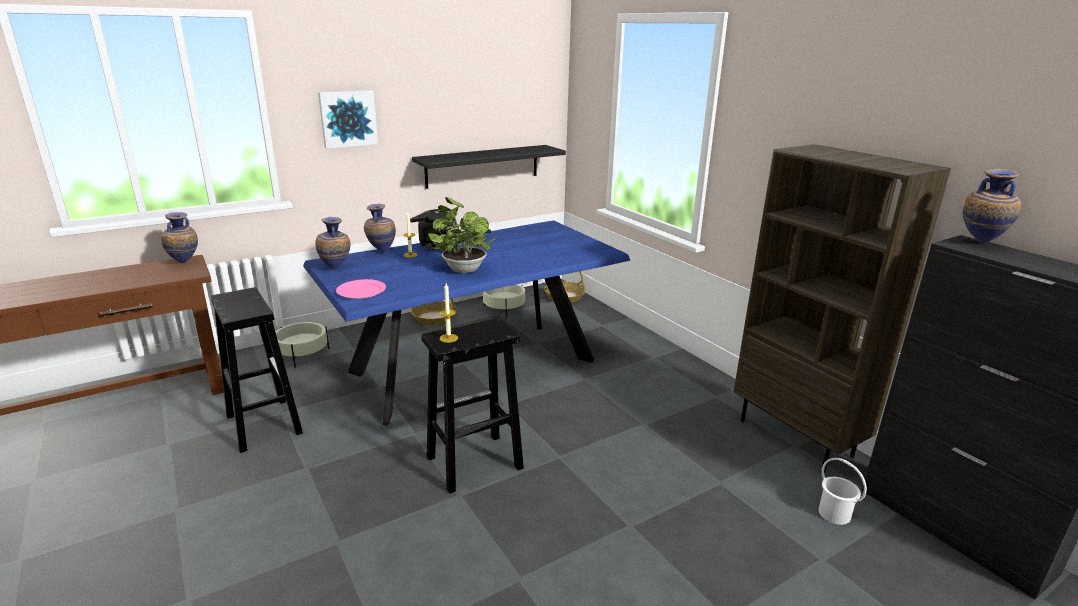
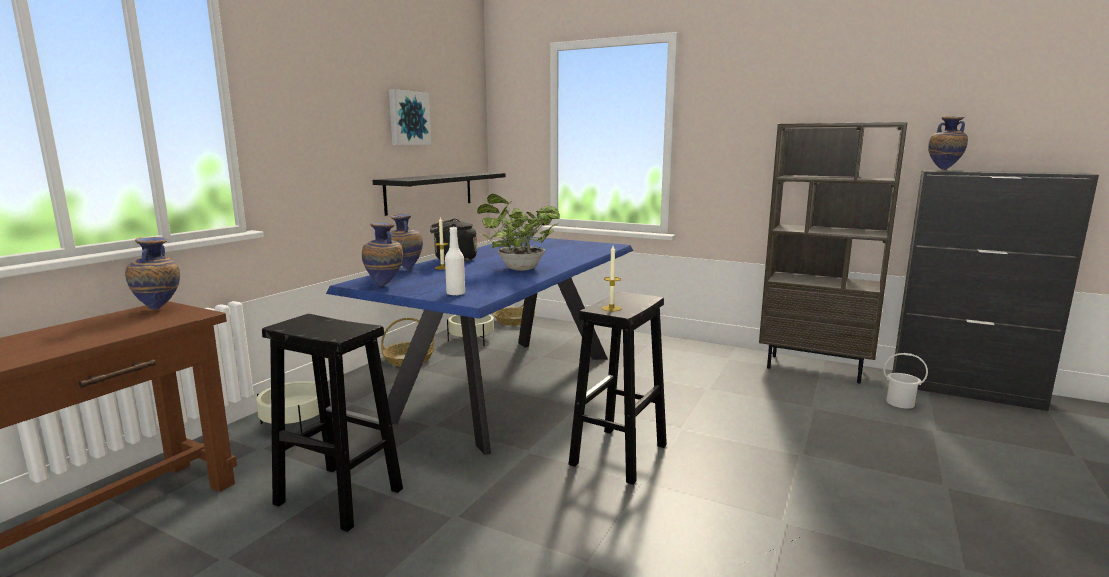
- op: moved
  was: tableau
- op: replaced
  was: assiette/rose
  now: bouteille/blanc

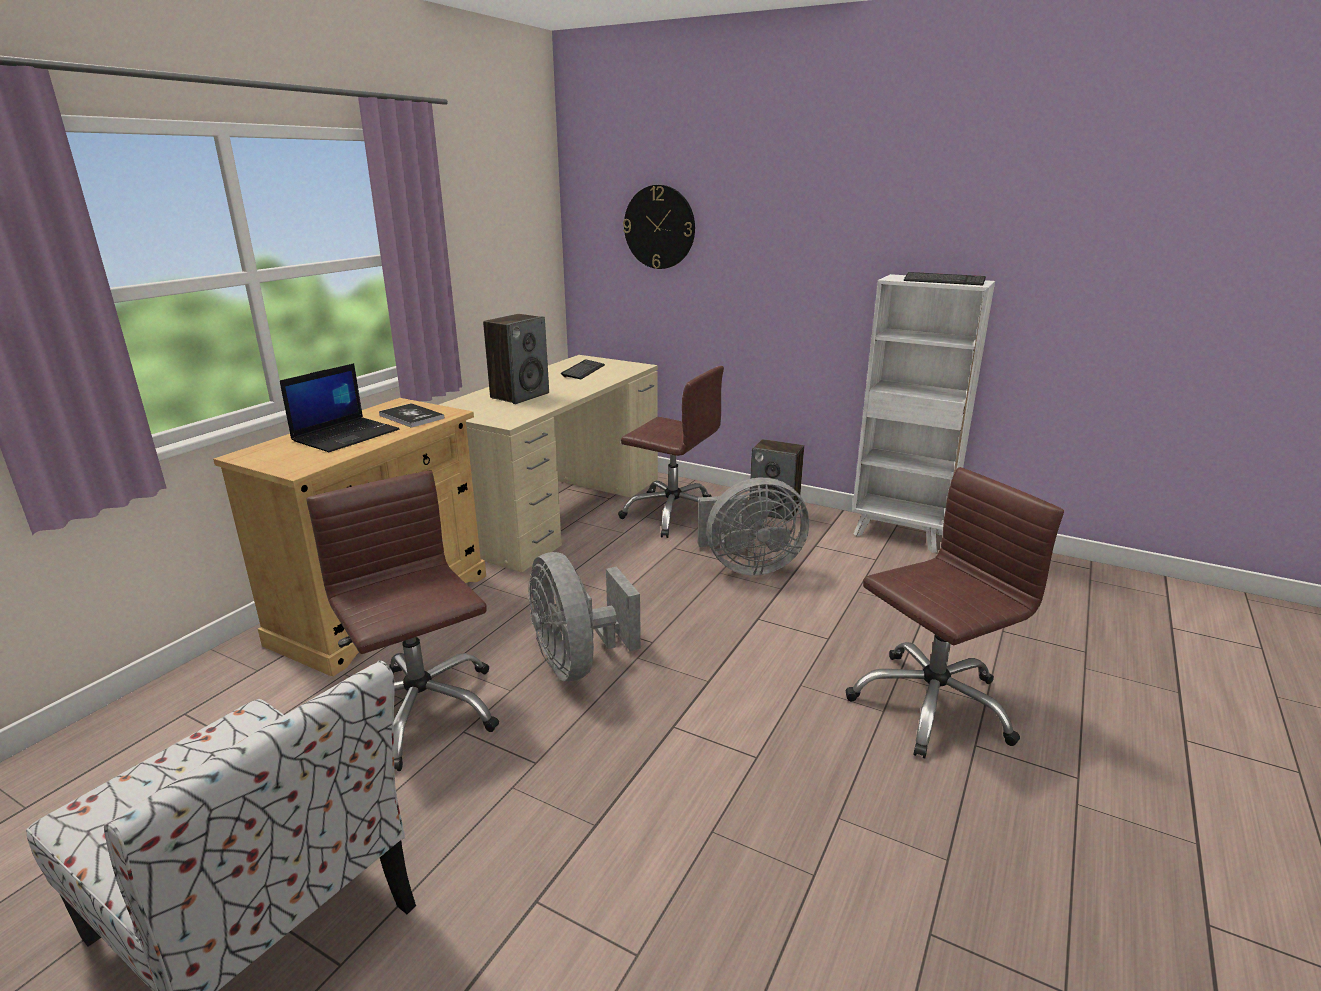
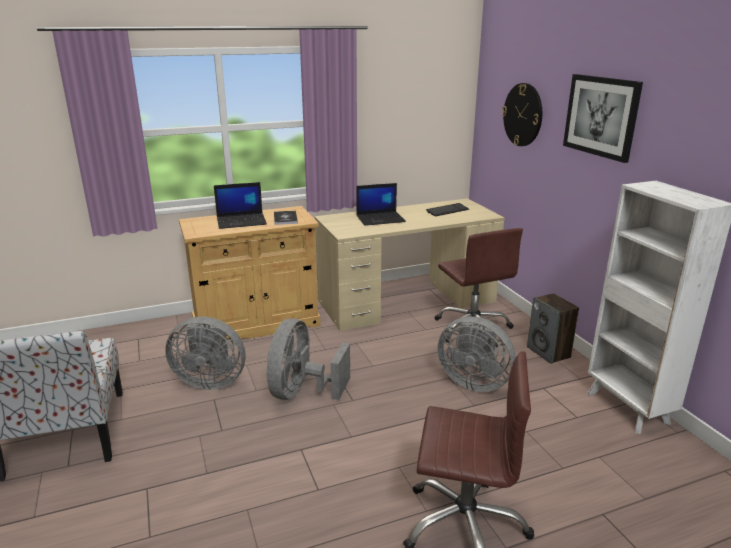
- op: removed
  was: clavier (2nd from left)
- op: replaced
  was: enceinte (1st from left)
  now: ordinateur portable (2nd from left)
- op: replaced
  was: chaise de bureau/marron (1st from left)
  now: ventilateur/gris (1st from left)
- op: added
  now: tableau

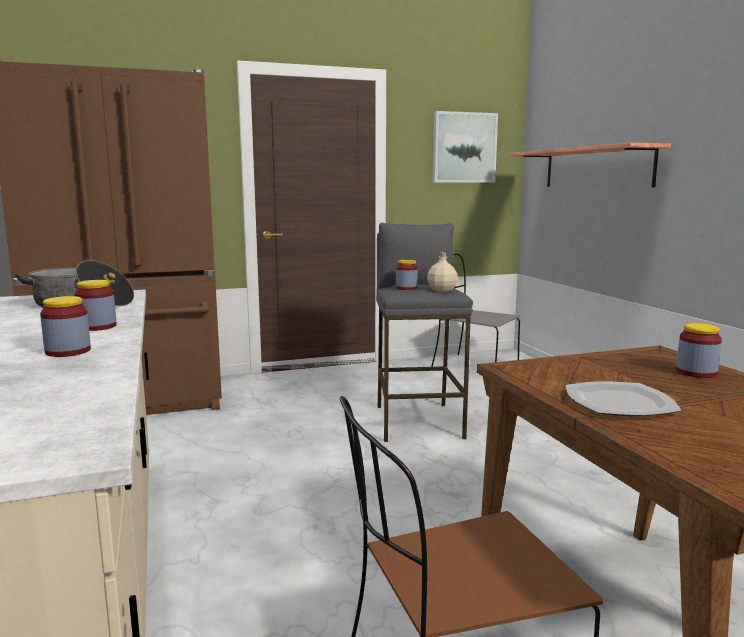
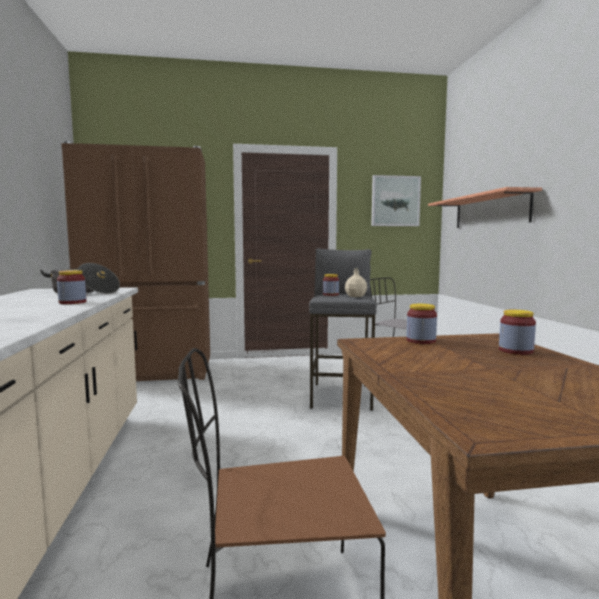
- op: moved
  was: bocal (1st from left in the first image)
  now: bocal (3rd from left)
- op: removed
  was: assiette

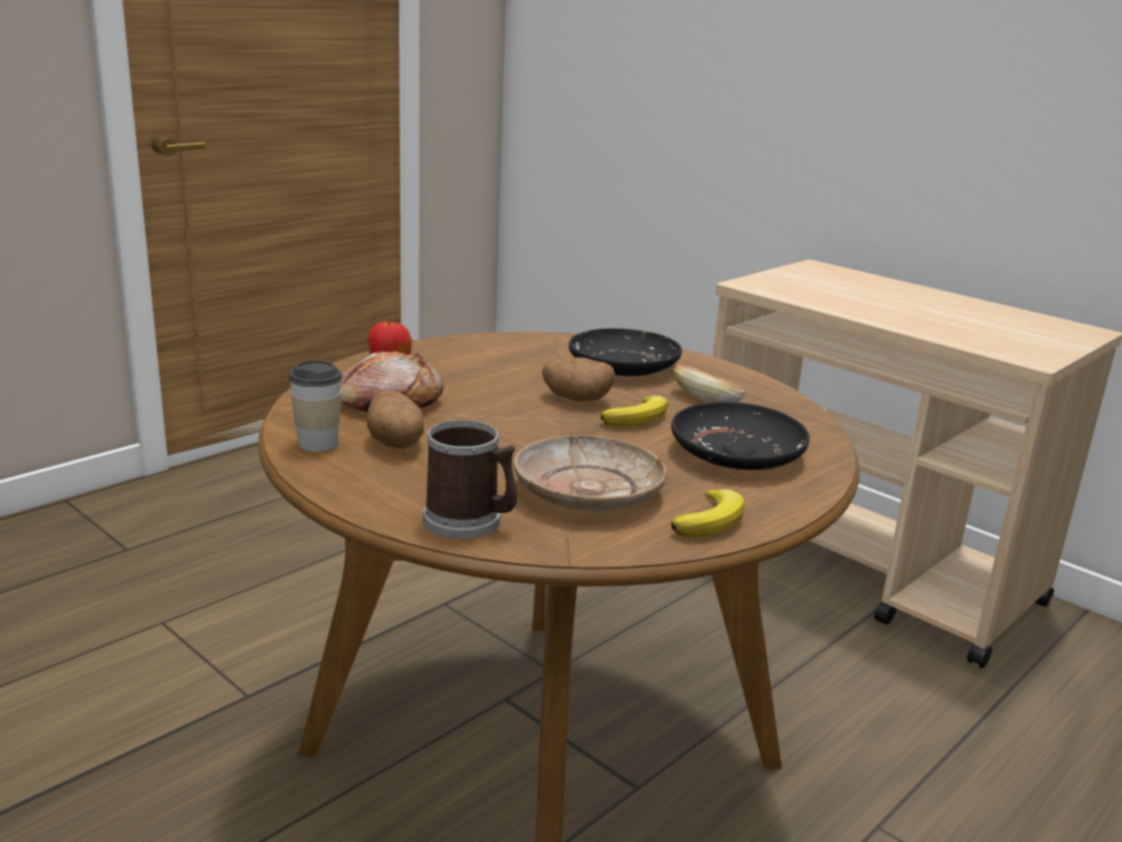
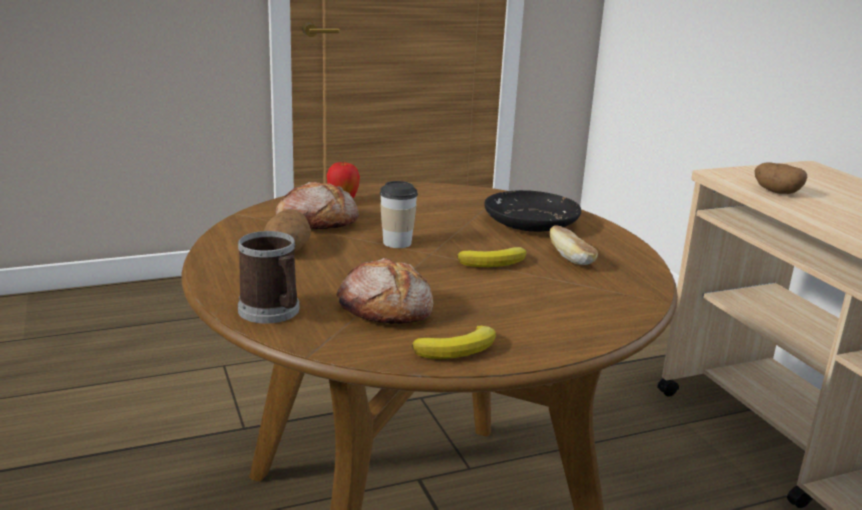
- op: moved
  was: pomme de terre (2nd from left)
- op: moved
  was: tasse
- op: removed
  was: assiette/noir (2nd from left)
- op: replaced
  was: assiette/beige
  now: pain (2nd from left)

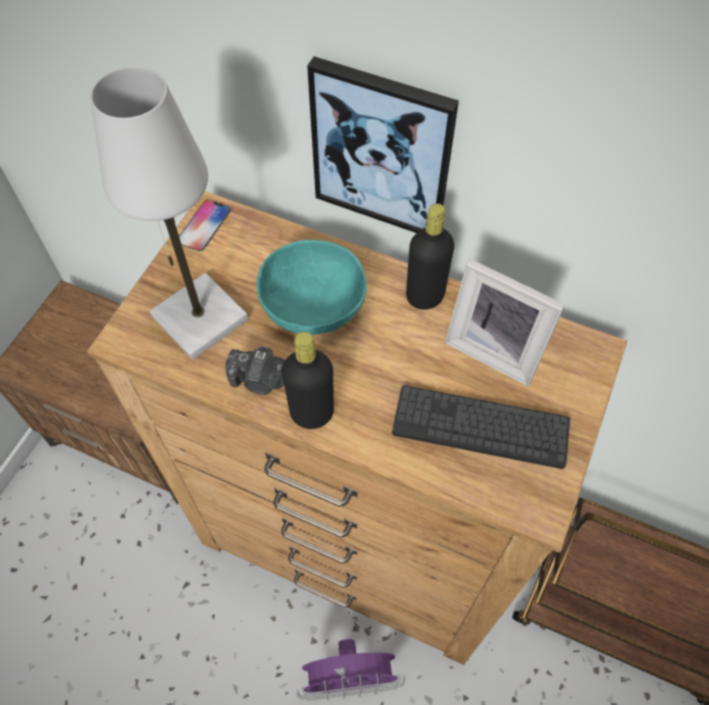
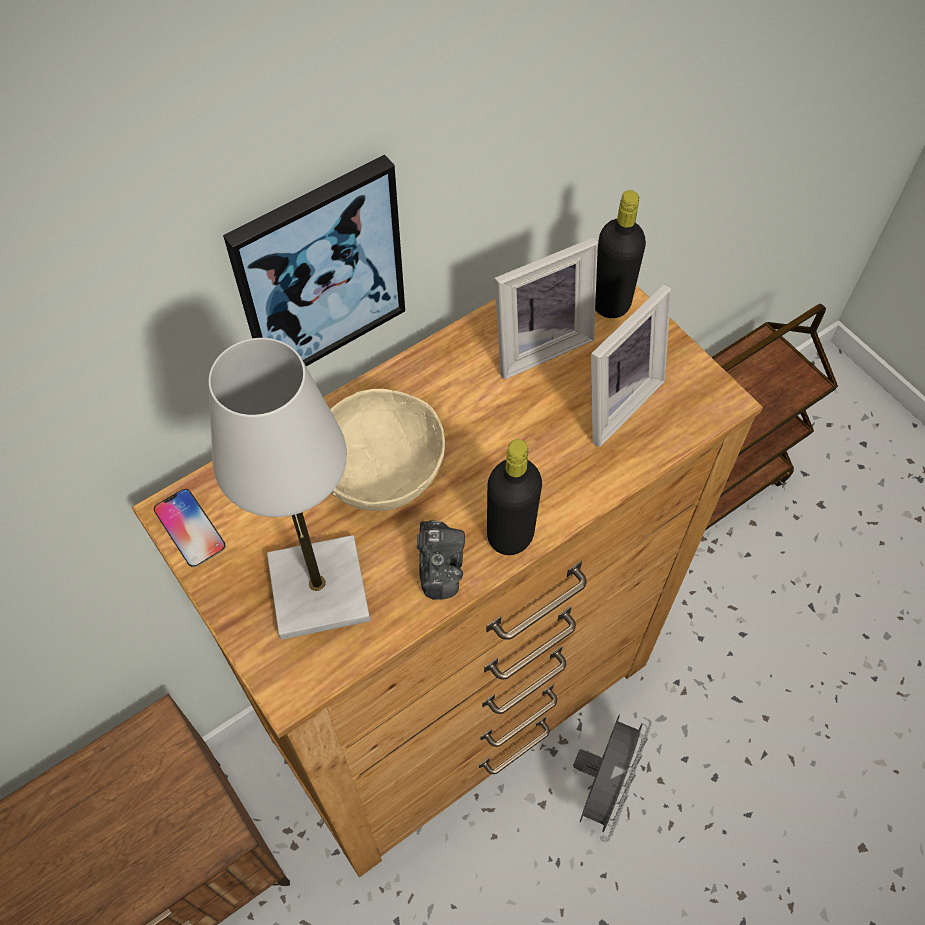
- op: moved
  was: bouteille/noir (2nd from left)
- op: recoloured
  was: bol/turquoise
  now: bol/beige
- op: turned
  was: appareil photo
  clockwise: -45
- op: replaced
  was: clavier
  now: cadre photo (2nd from left)
- op: recoloured
  was: ventilateur/violet
  now: ventilateur/gris

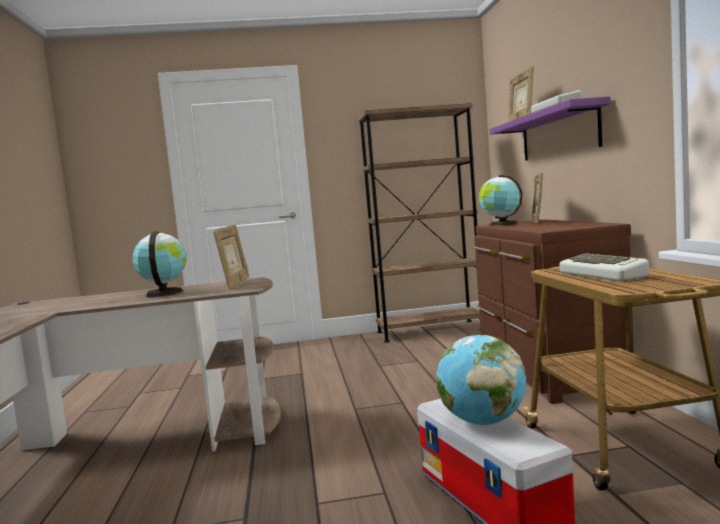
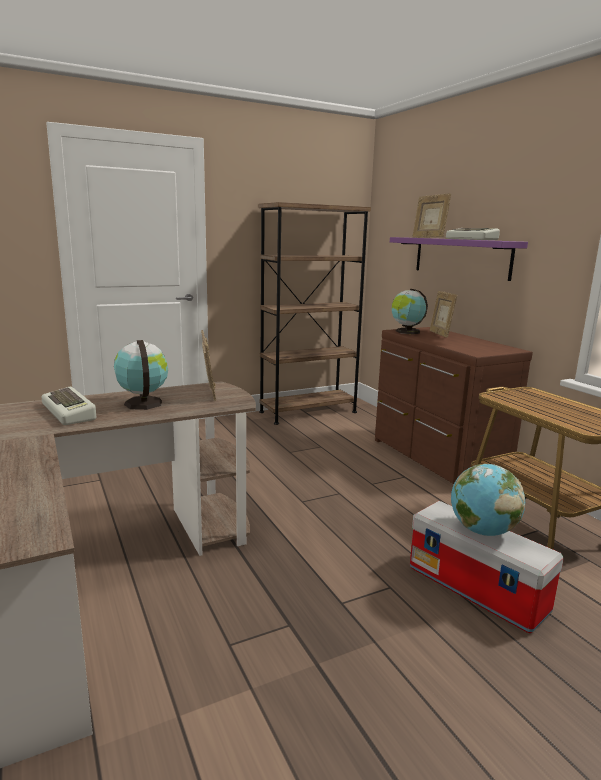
- op: moved
  was: clavier (2nd from left in the first image)
  now: clavier (1st from left)

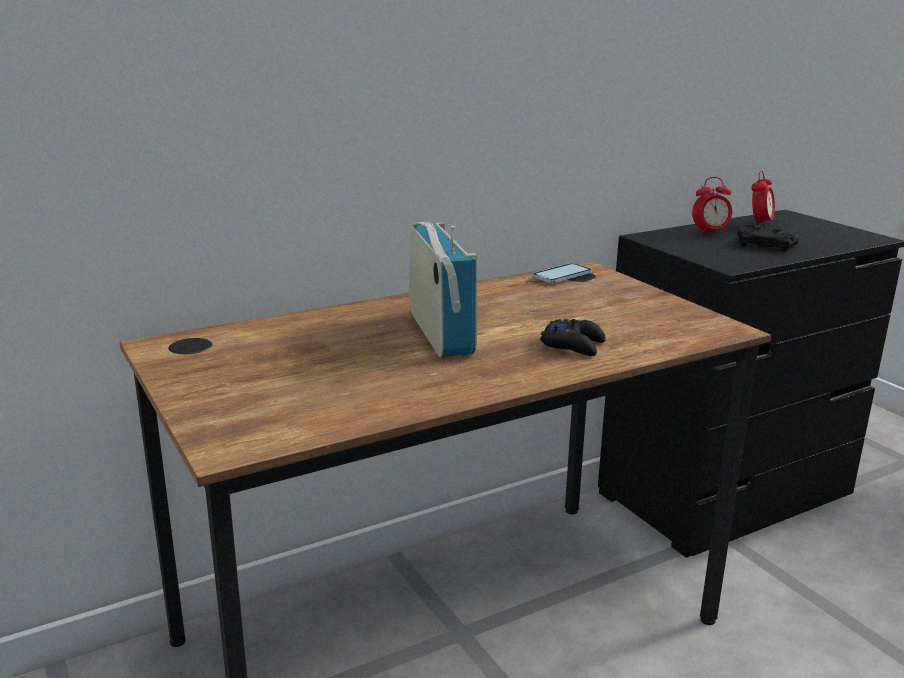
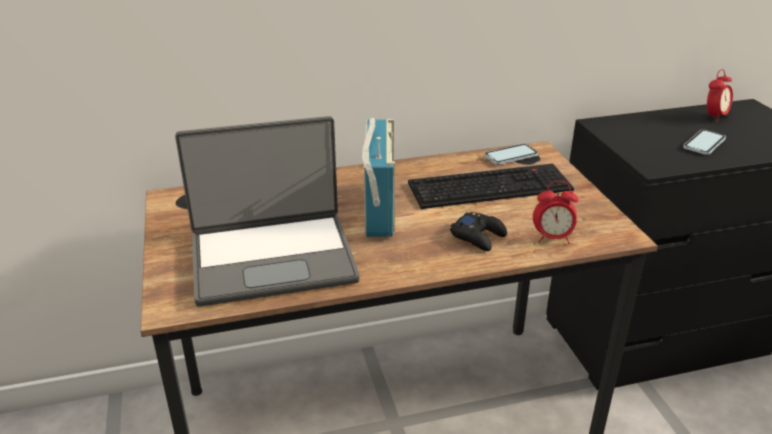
- op: moved
  was: réveil (1st from left)
- op: replaced
  was: manette/noir (2nd from left)
  now: téléphone (2nd from left)
- op: added
  now: ordinateur portable
- op: added
  now: clavier

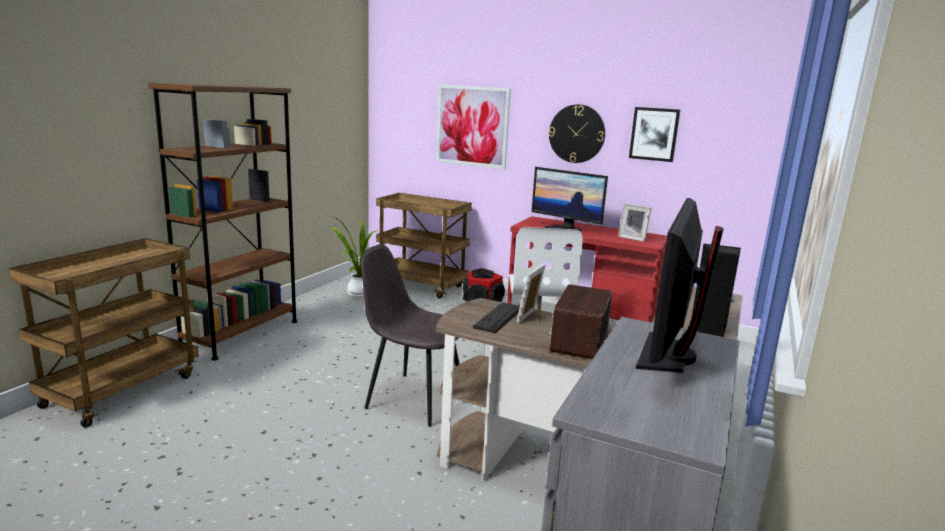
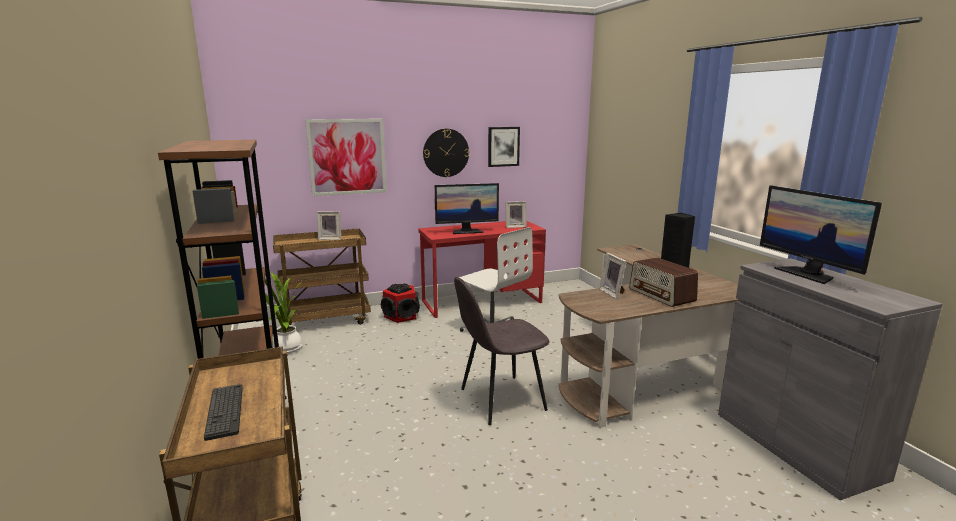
- op: moved
  was: clavier
- op: added
  now: cadre photo (1st from left)

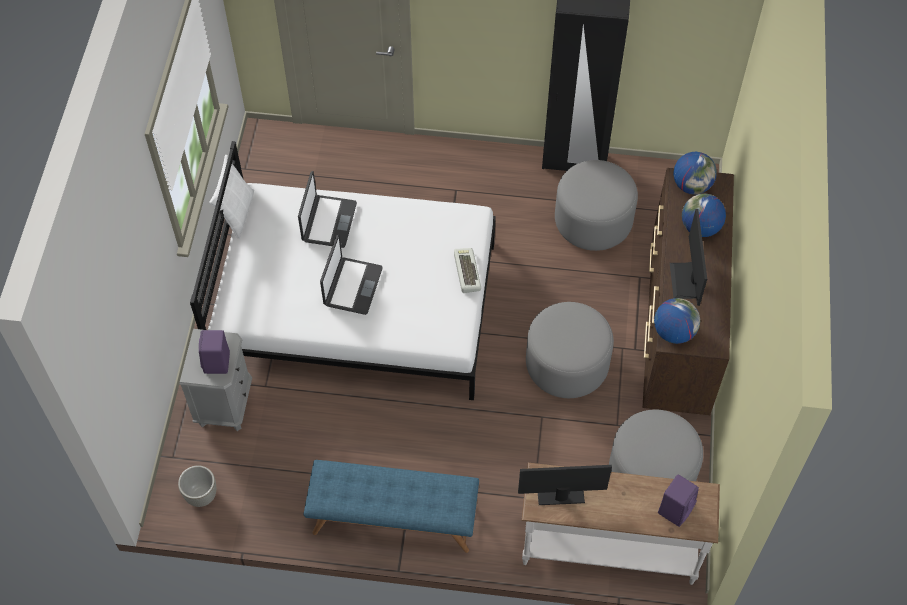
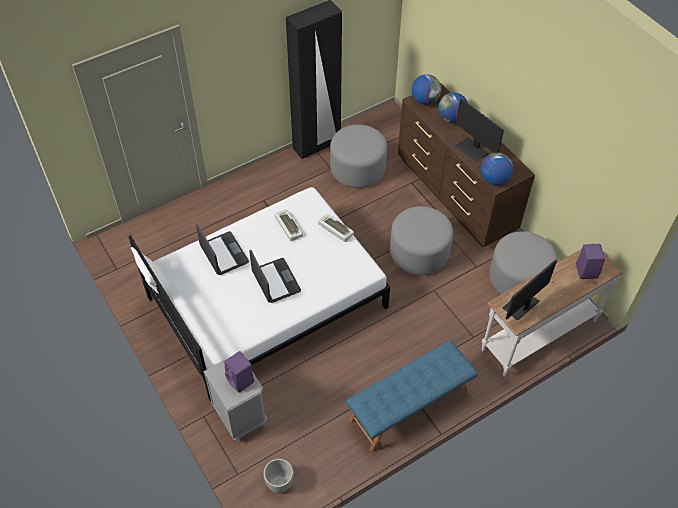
- op: added
  now: clavier (1st from left)

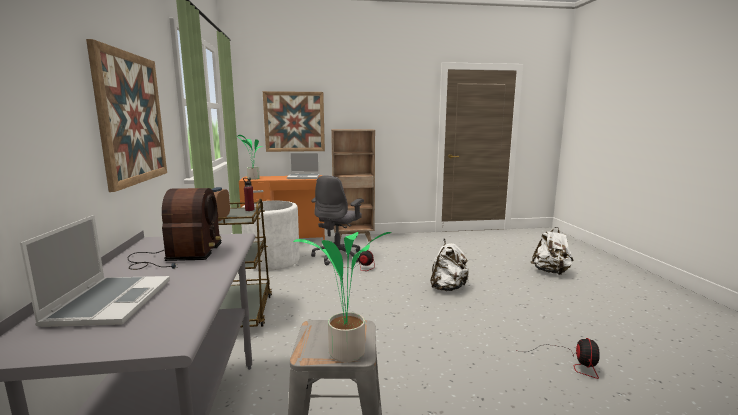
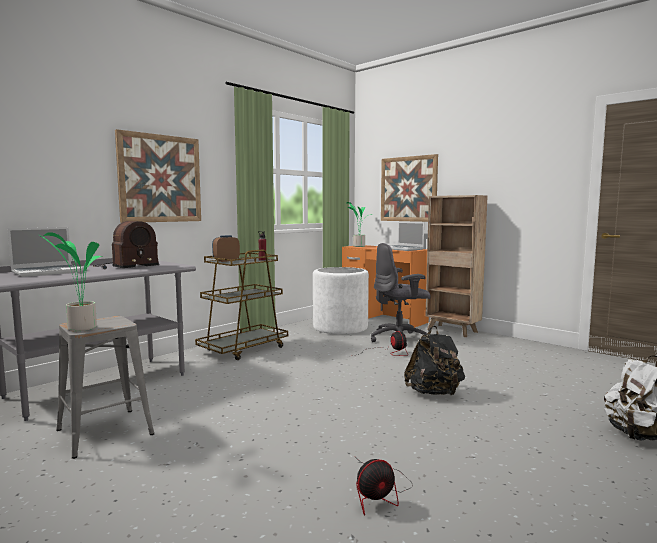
- op: recoloured
  was: sac à dos/blanc (1st from left)
  now: sac à dos/noir

